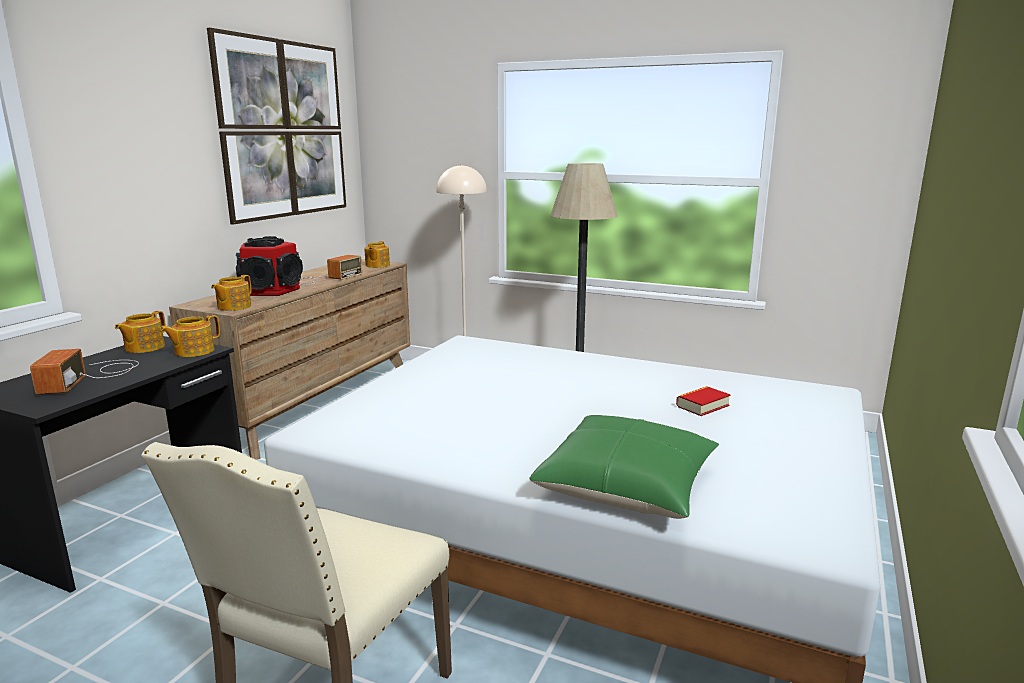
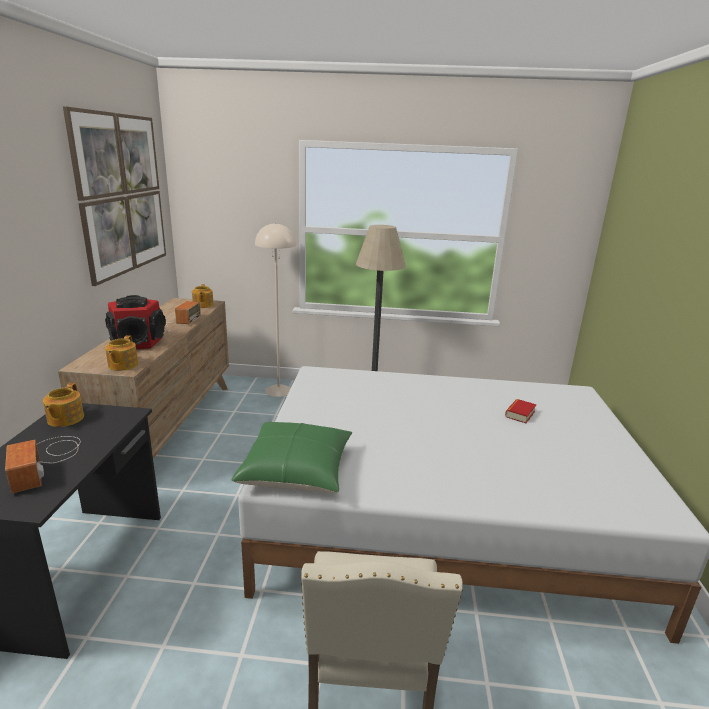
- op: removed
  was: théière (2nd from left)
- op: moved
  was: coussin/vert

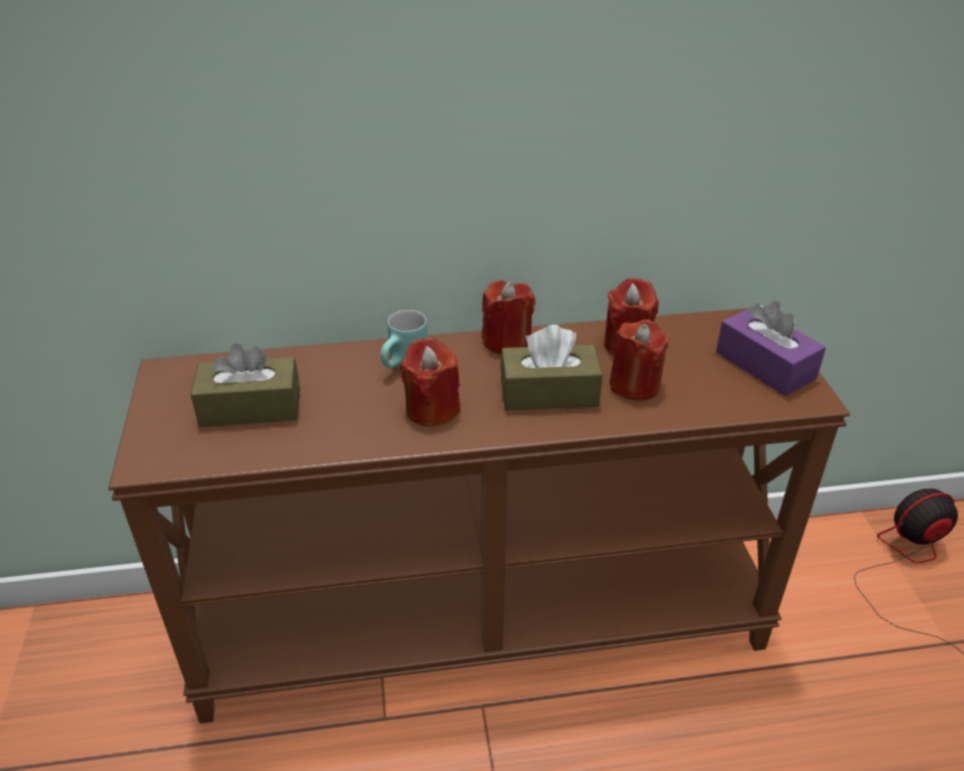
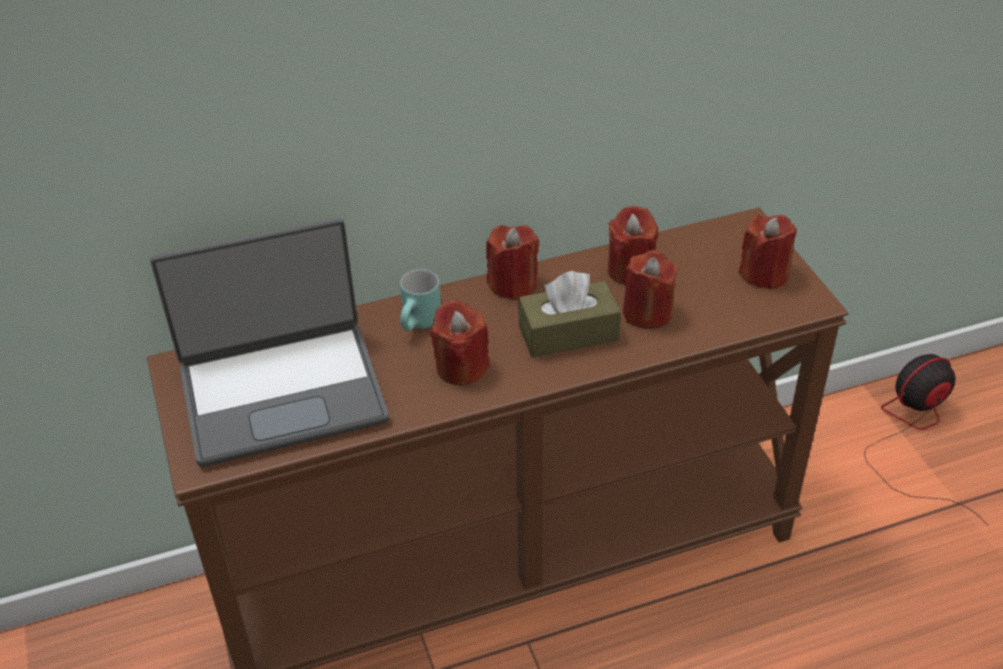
- op: replaced
  was: boîte à mouchoirs/violet
  now: bougie/rouge (5th from left)
- op: replaced
  was: boîte à mouchoirs/marron (1st from left)
  now: ordinateur portable

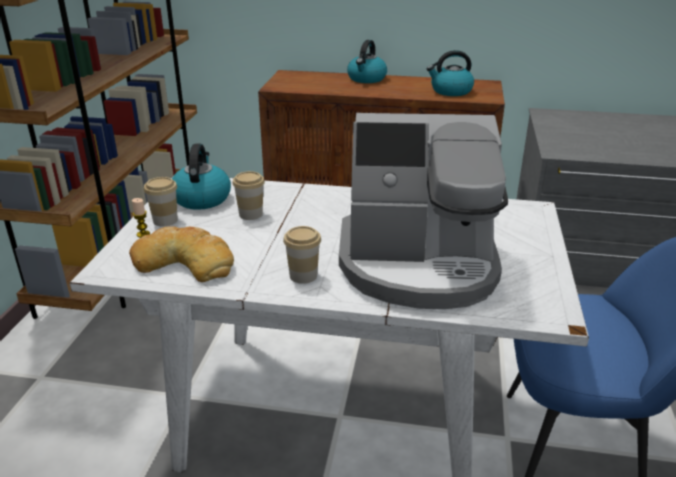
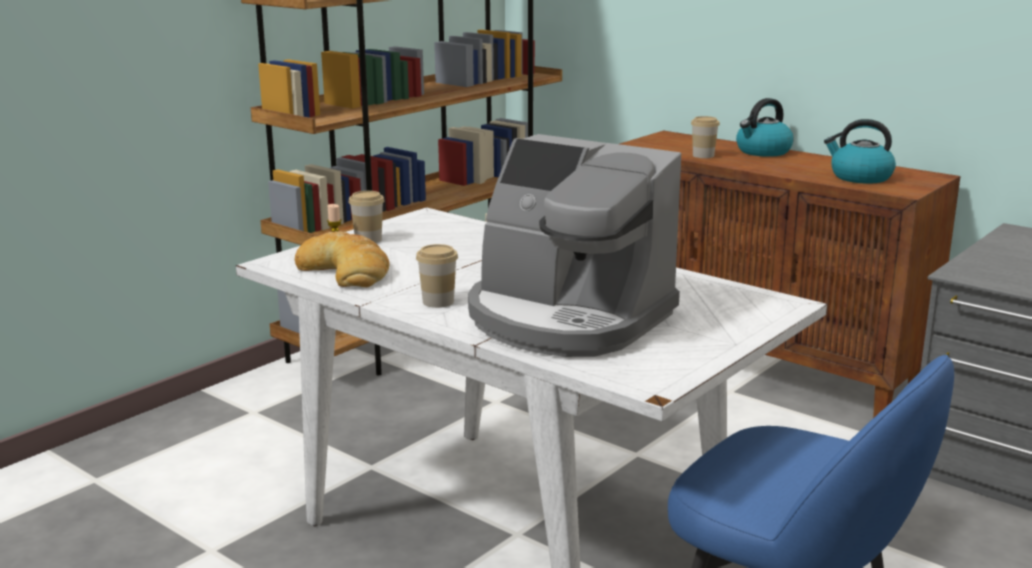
- op: removed
  was: bouilloire (1st from left)
- op: moved
  was: tasse (2nd from left in the first image)
  now: tasse (3rd from left)

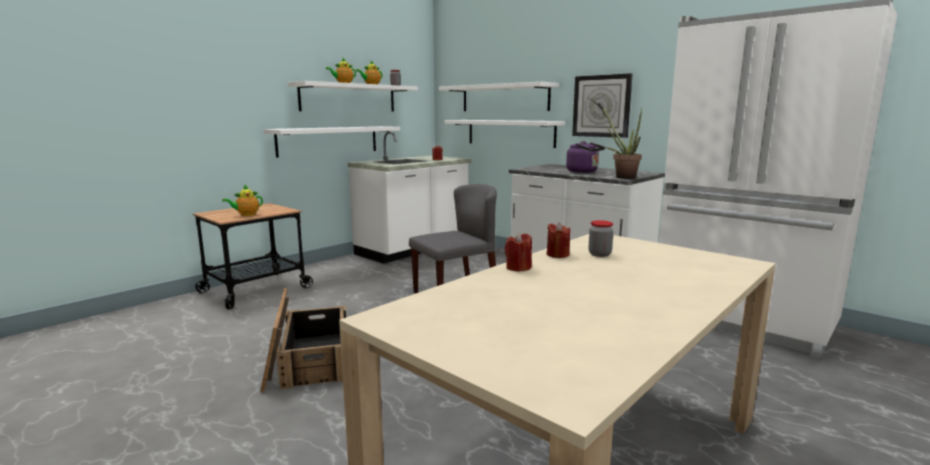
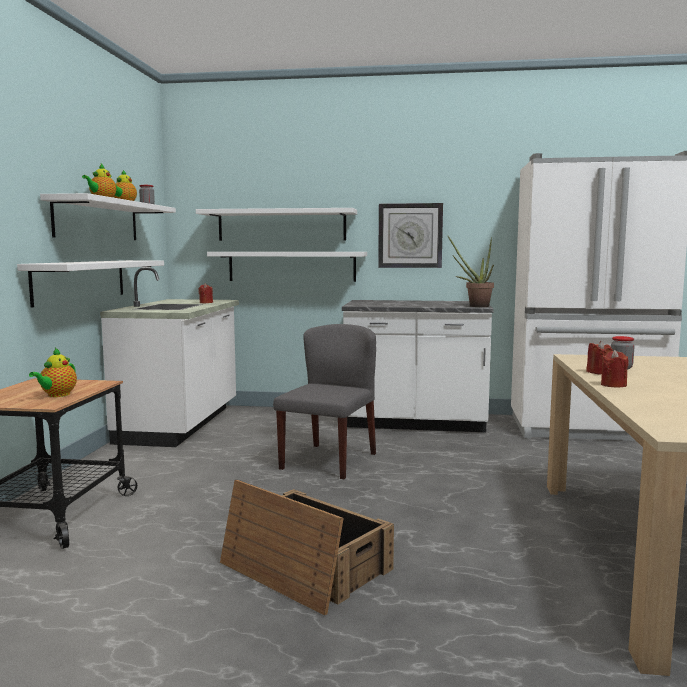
- op: removed
  was: bouilloire/violet

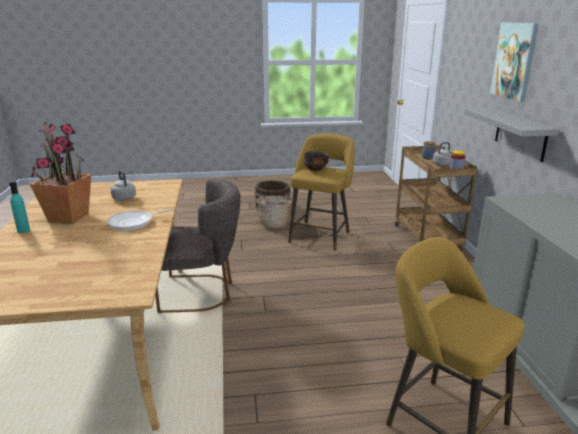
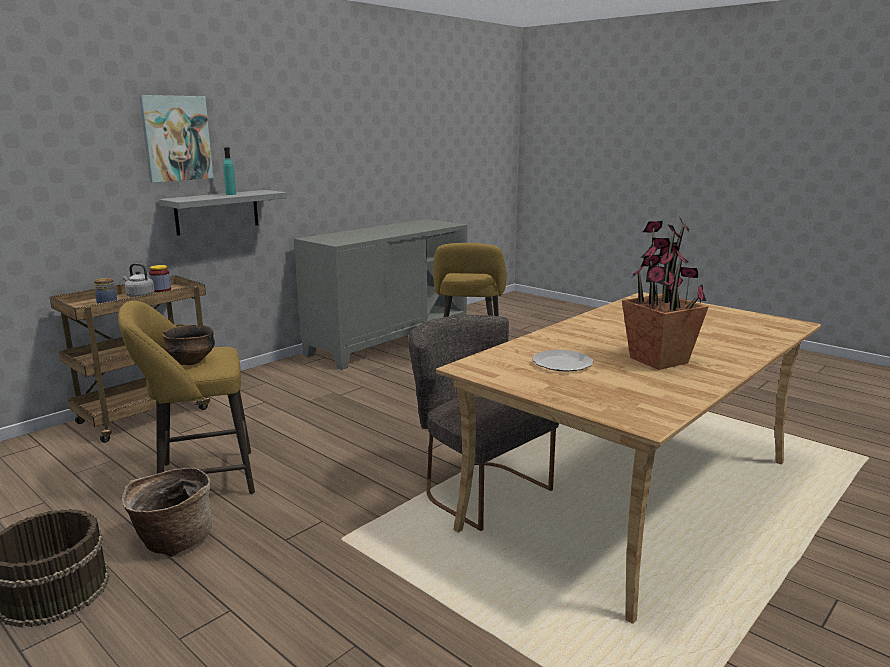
- op: replaced
  was: bouilloire/gris (1st from left)
  now: assiette
- op: moved
  was: bouteille/turquoise
- op: removed
  was: poêle

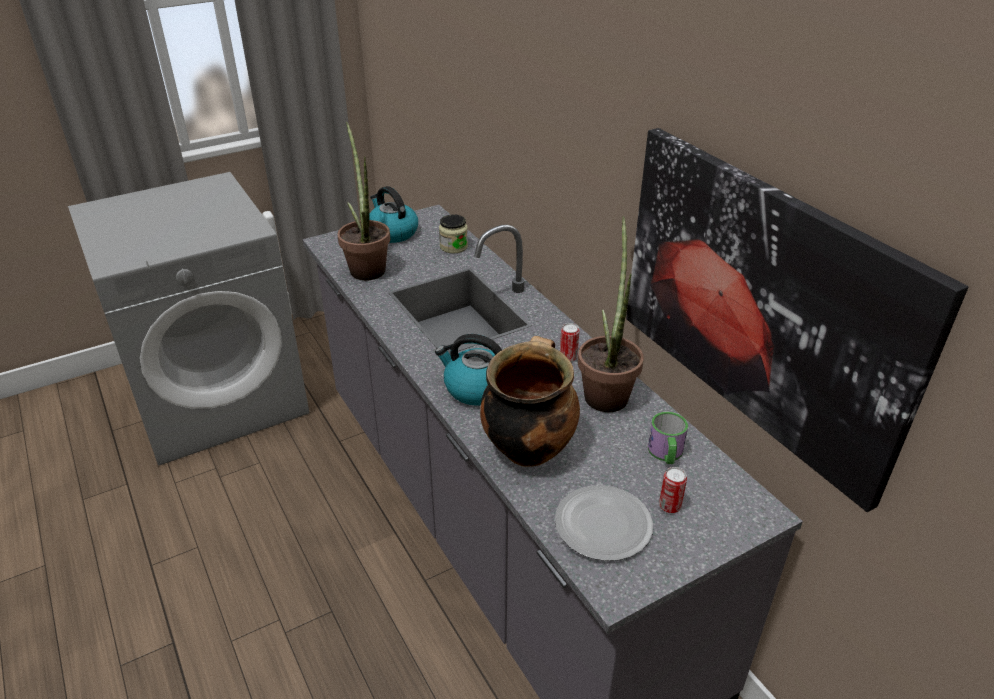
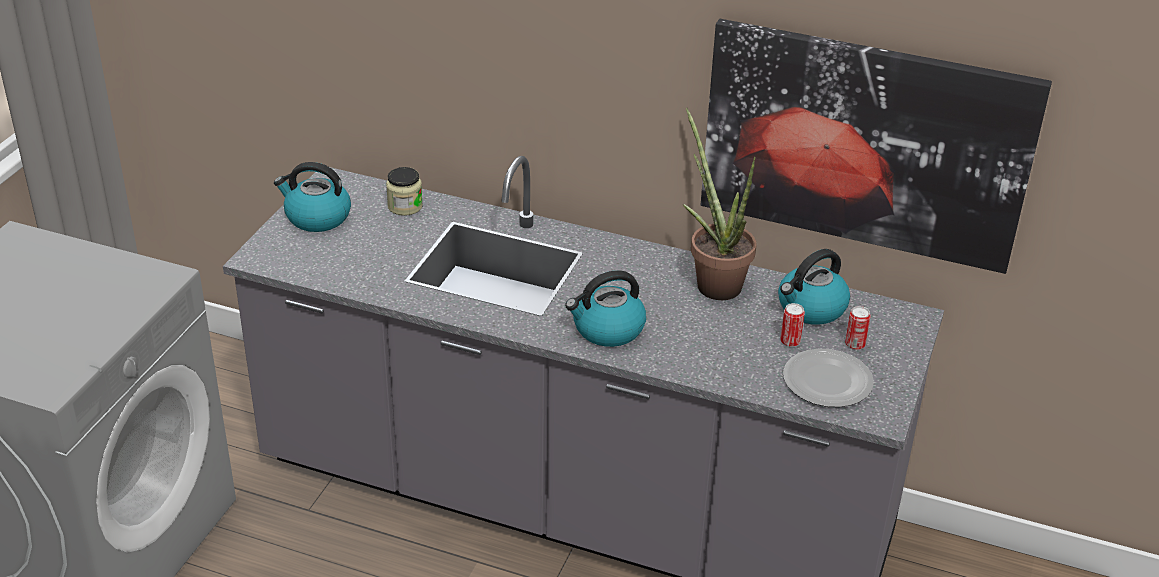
- op: removed
  was: plante en pot (1st from left)
- op: moved
  was: boîte métallique (1st from left)
- op: removed
  was: marmite
- op: replaced
  was: mug
  now: bouilloire (3rd from left)

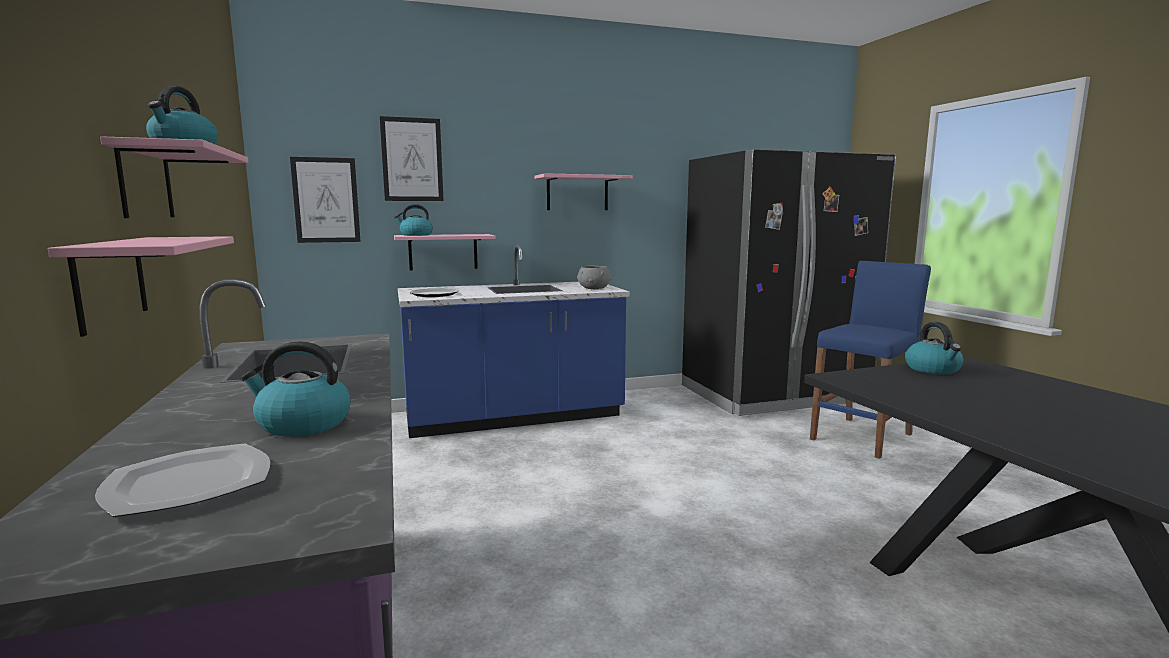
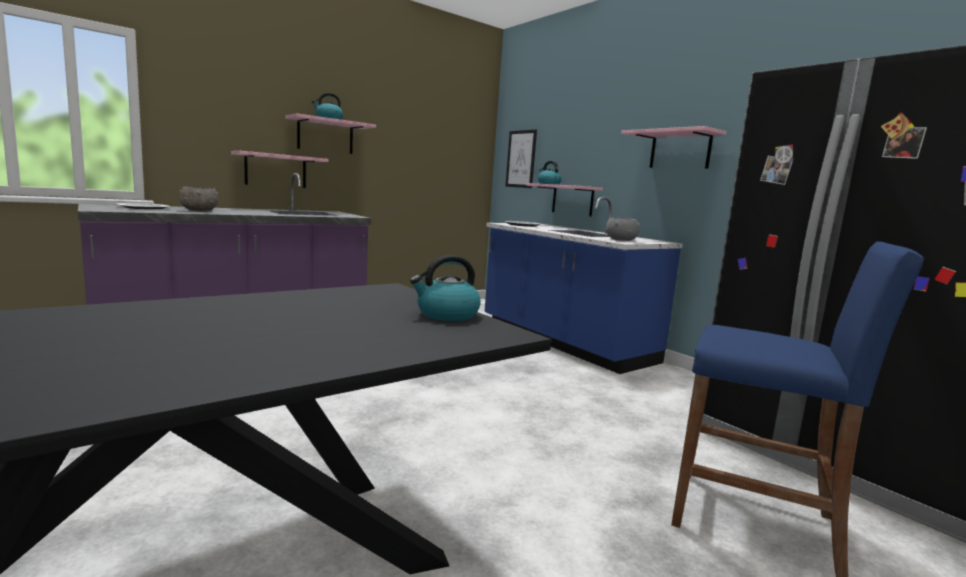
- op: removed
  was: tableau (2nd from left)
- op: replaced
  was: bouilloire (2nd from left)
  now: bol/gris (1st from left)

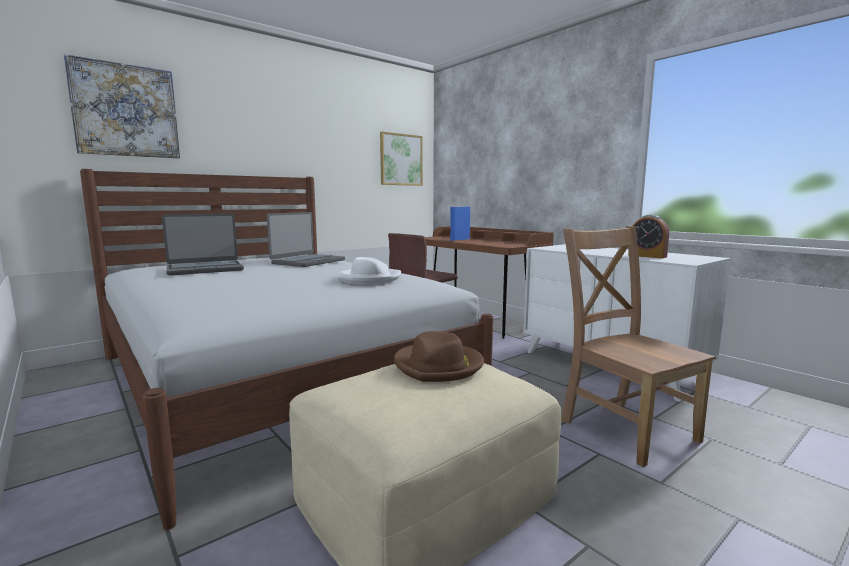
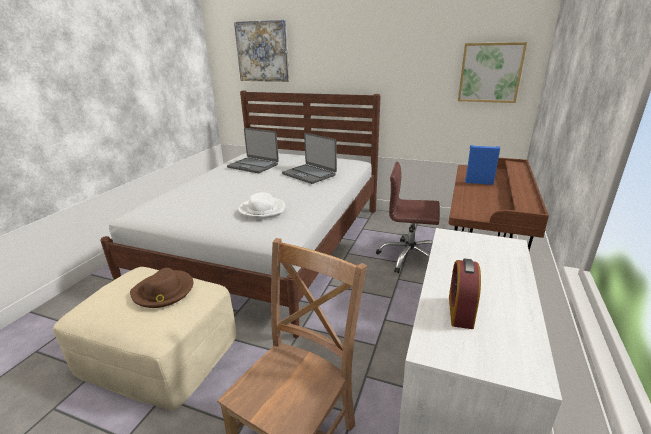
- op: turned
  was: ordinateur portable (2nd from left)
  clockwise: 45

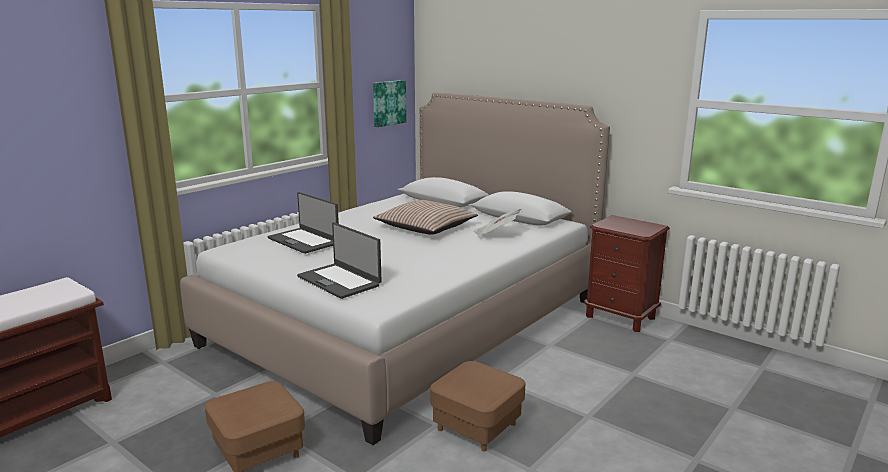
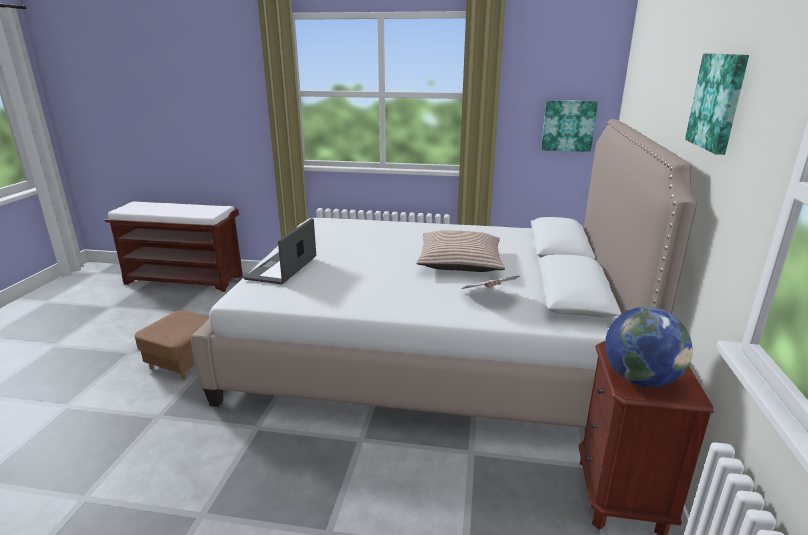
- op: removed
  was: ordinateur portable (1st from left)
- op: removed
  was: pouf/marron (2nd from left)
- op: added
  now: tableau (2nd from left)
- op: added
  now: globe

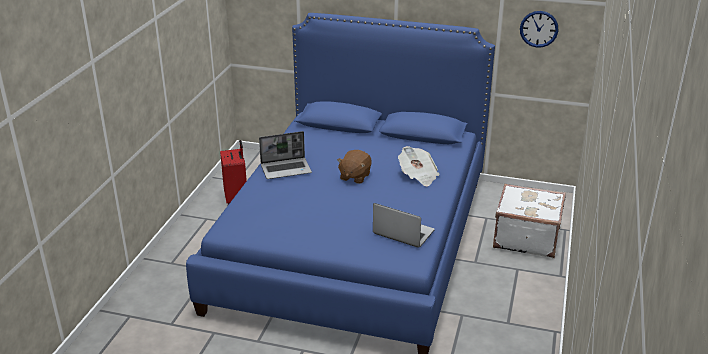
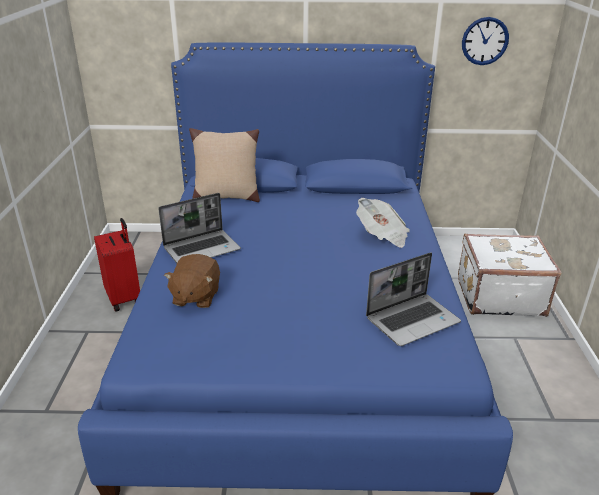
- op: moved
  was: peluche/marron
- op: turned
  was: ordinateur portable (2nd from left)
  clockwise: 135
- op: added
  now: coussin/beige

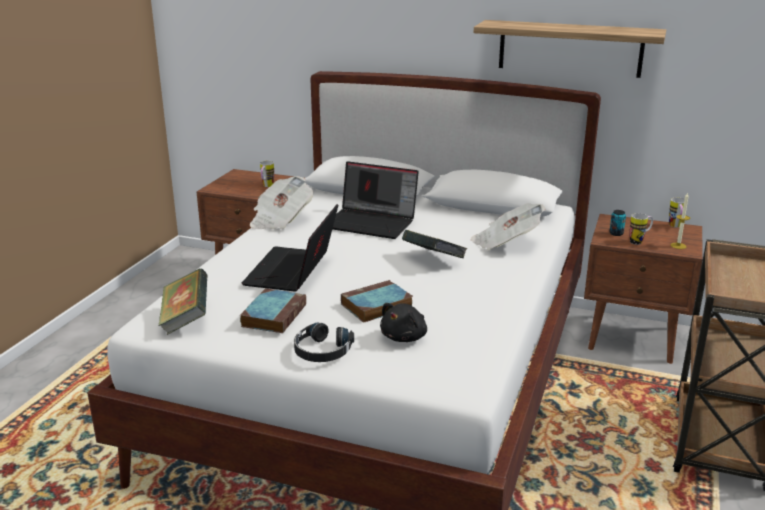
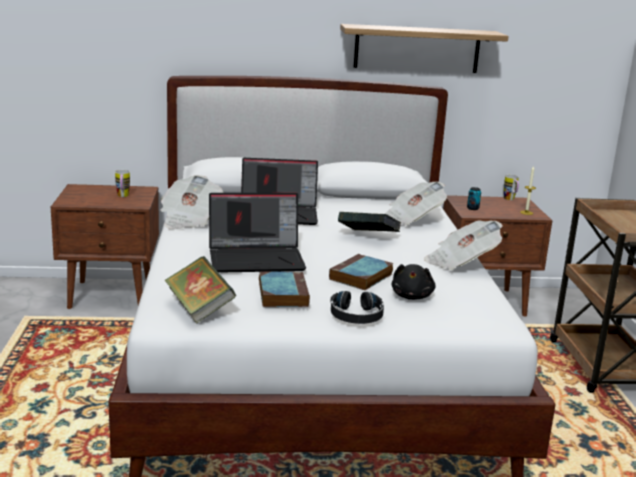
- op: turned
  was: ordinateur portable (1st from left)
  clockwise: -90
- op: removed
  was: mug (2nd from left)
- op: added
  now: journal (3rd from left)

